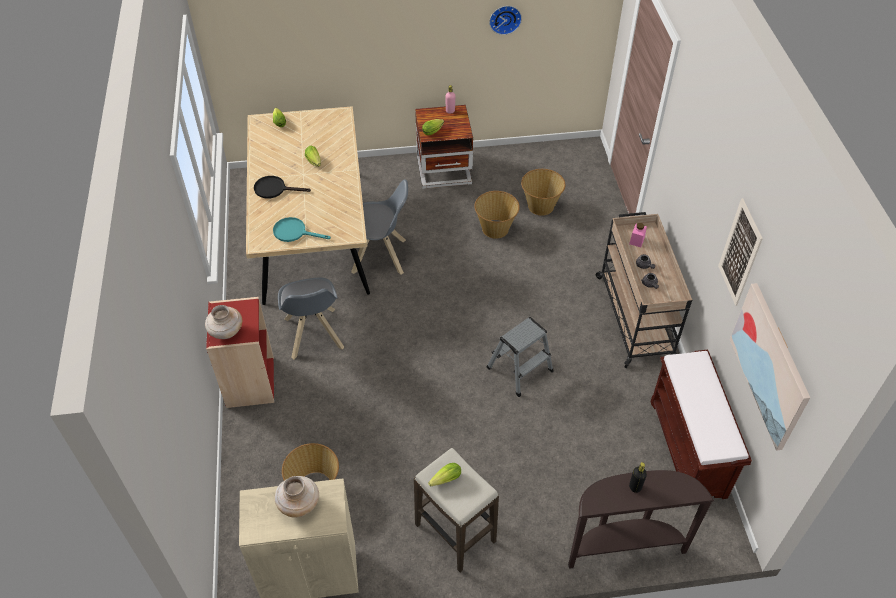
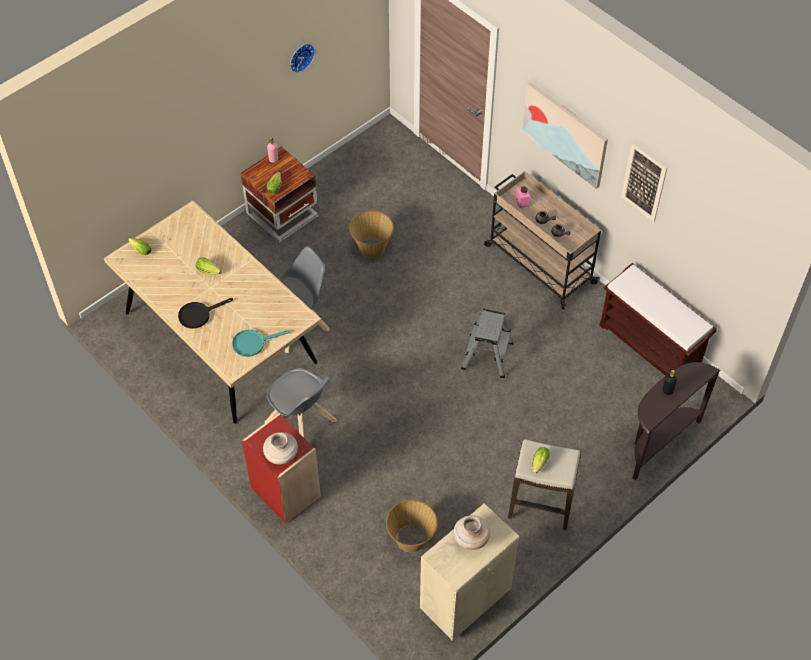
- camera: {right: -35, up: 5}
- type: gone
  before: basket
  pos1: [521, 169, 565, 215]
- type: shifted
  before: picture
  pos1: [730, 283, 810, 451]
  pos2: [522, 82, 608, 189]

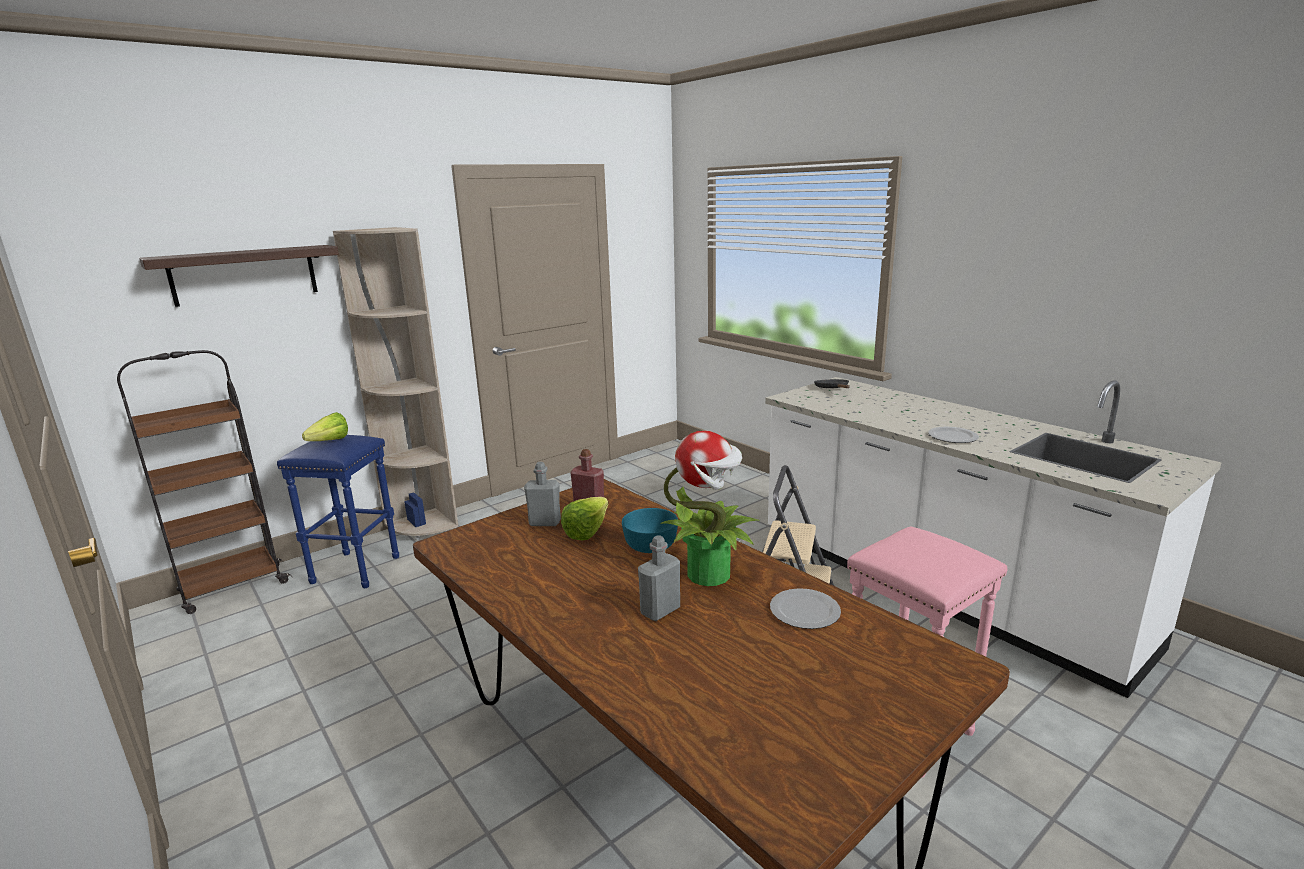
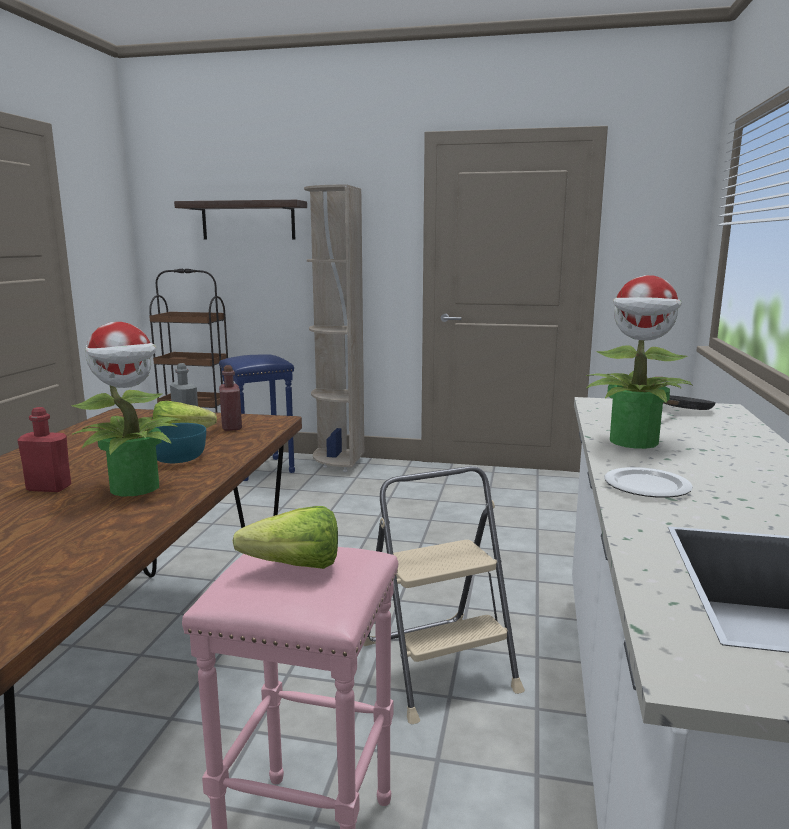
- camera: {right: 50, up: -5}
- type: shifted
  before: lettuce
  pos1: [302, 412, 348, 441]
  pos2: [233, 506, 338, 569]
- type: repainted
  before: bottle (grey)
  after: bottle (red)
  pos1: [638, 535, 680, 621]
  pos2: [17, 407, 71, 492]
- type: gone
  before: plate
  pos1: [770, 588, 841, 629]
- type: new
  after: potted plant
  pos2: [586, 275, 692, 449]

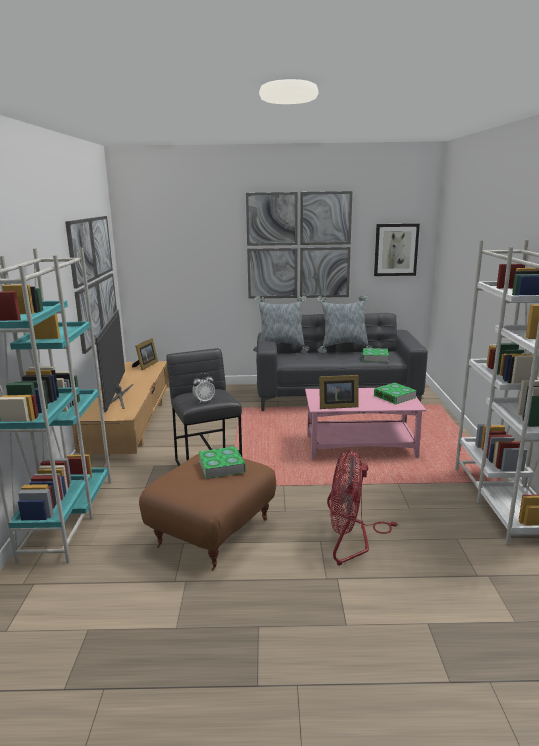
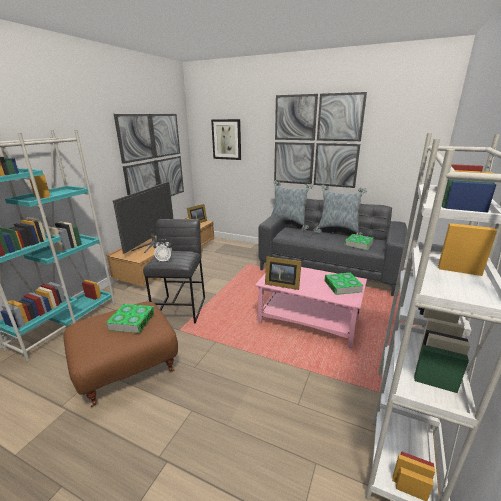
- camera: {right: 25, up: 5}
- type: gone
  before: fan (red)
  pos1: [327, 449, 397, 566]
- type: shifted
  before: picture
  pos1: [374, 223, 420, 276]
  pos2: [211, 119, 241, 160]

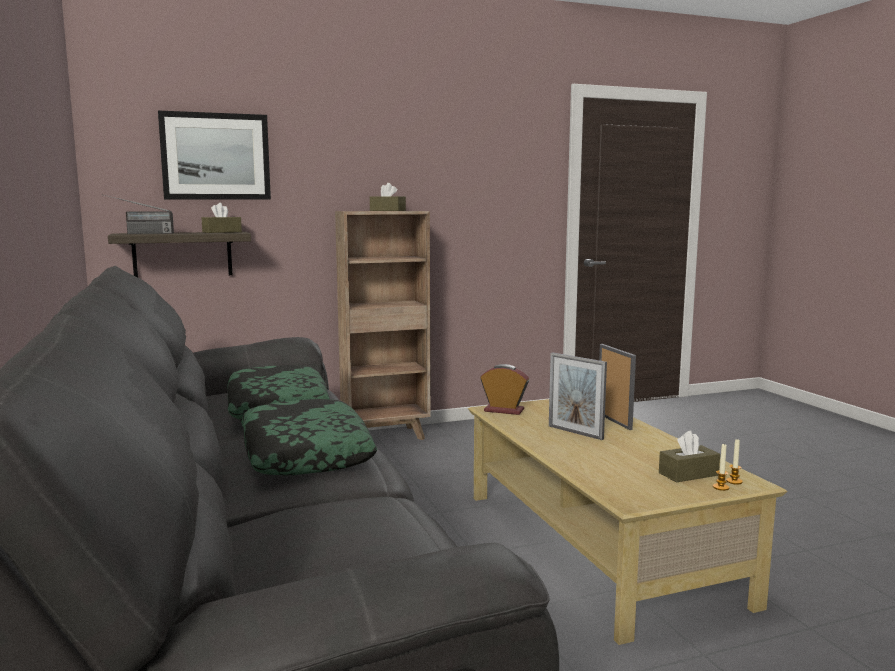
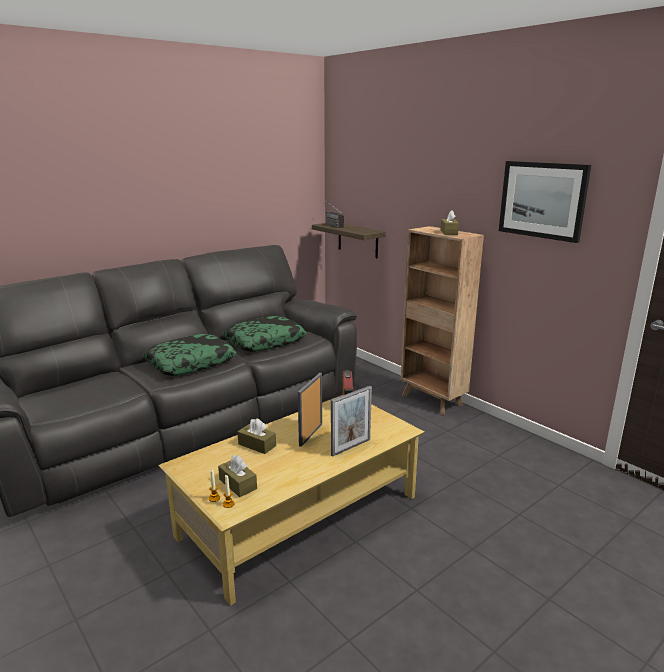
- camera: {right: 70, up: 10}
- type: shifted
  before: picture
  pos1: [158, 110, 271, 200]
  pos2: [499, 161, 591, 243]
- type: shifted
  before: tissue box (brown)
  pos1: [202, 203, 242, 233]
  pos2: [238, 418, 276, 454]

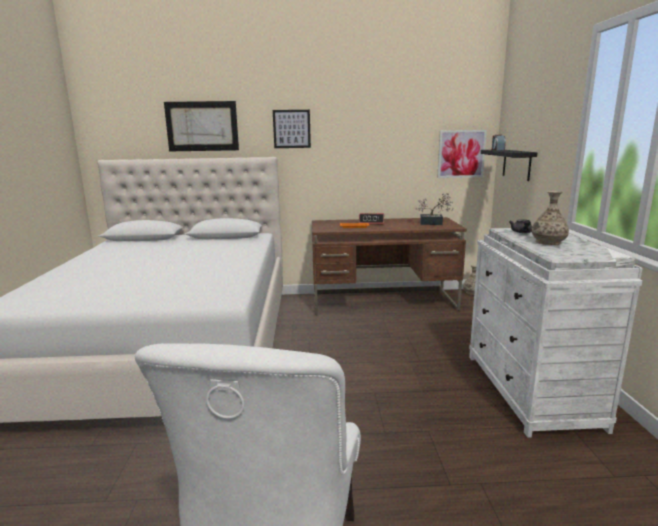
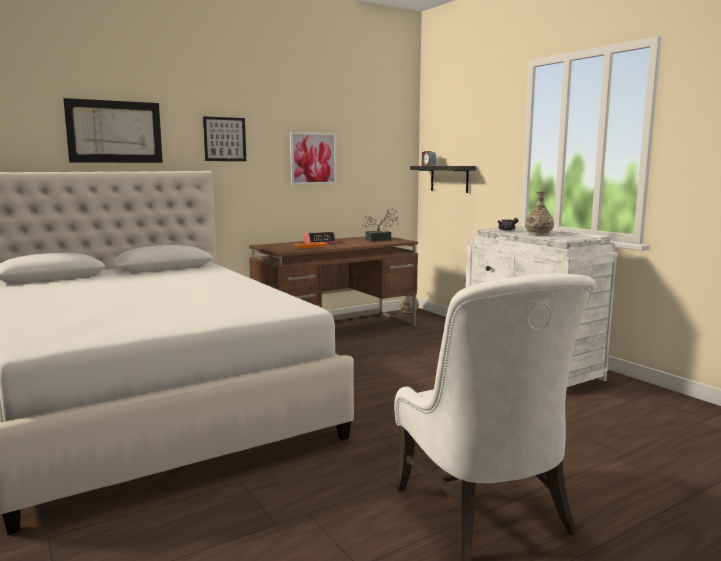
- camera: {right: -30, up: -5}
- type: shifted
  before: picture
  pos1: [437, 130, 487, 178]
  pos2: [290, 132, 337, 185]

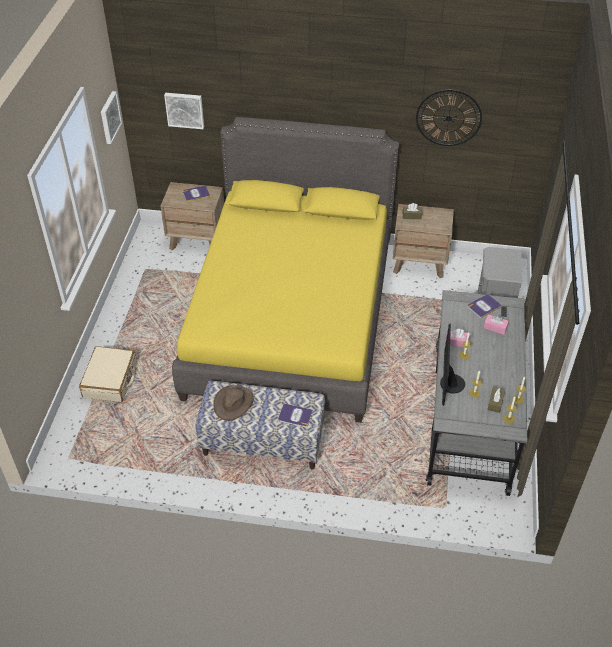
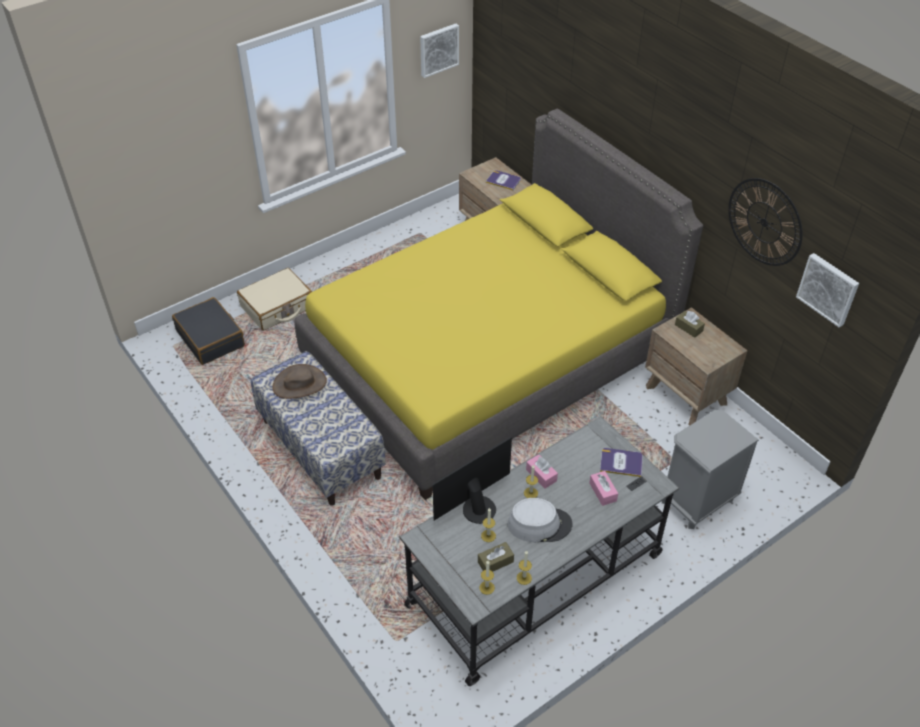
- camera: {right: 45, up: 0}
- type: shifted
  before: picture
  pos1: [164, 93, 204, 129]
  pos2: [796, 253, 859, 327]
- type: gone
  before: book
  pos1: [278, 403, 313, 427]
- type: new
  after: suitcase (black)
  pos2: [172, 297, 245, 365]
- type: new
  after: hat (grey)
  pos2: [507, 498, 573, 542]

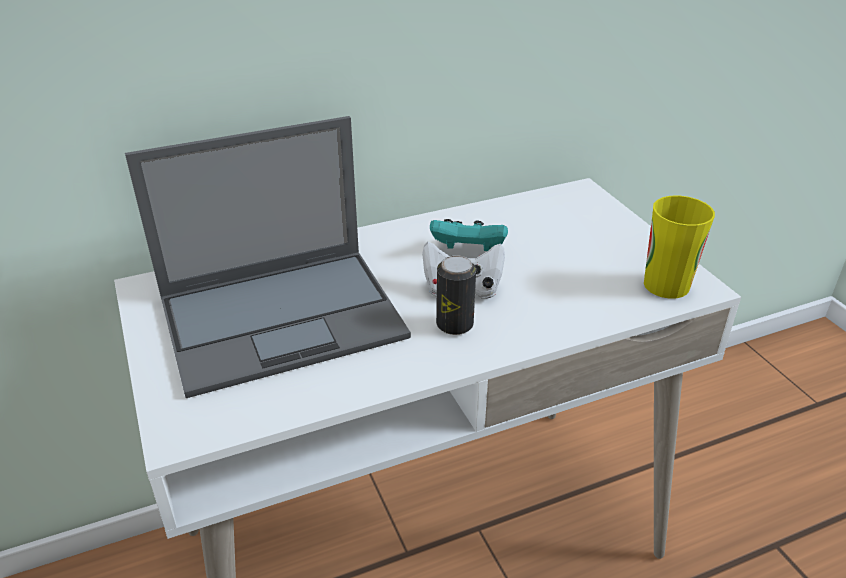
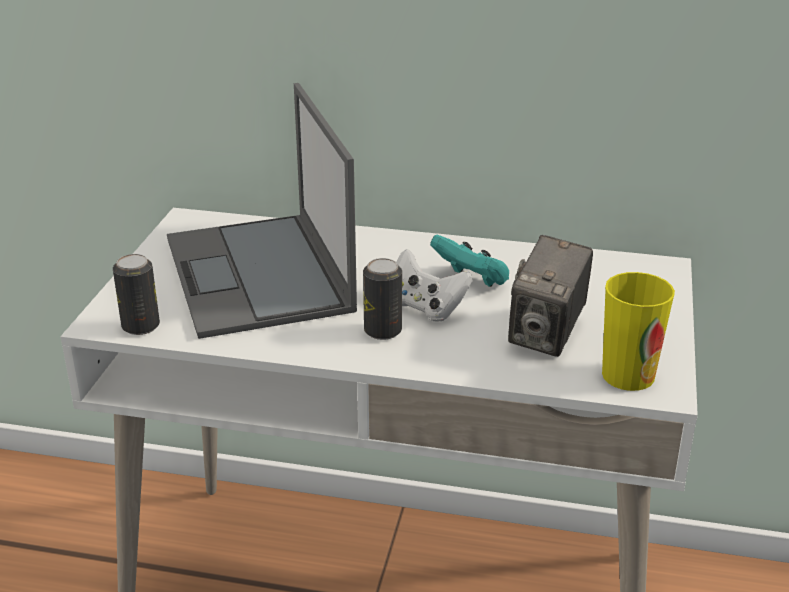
- camera: {right: 35, up: -5}
- type: rotated
  before: laptop
  pos1: [125, 116, 411, 398]
  pos2: [167, 83, 357, 339]
  turn: 60
- type: new
  after: can
  pos2: [113, 254, 160, 335]
- type: new
  after: photo camera
  pos2: [508, 235, 593, 357]

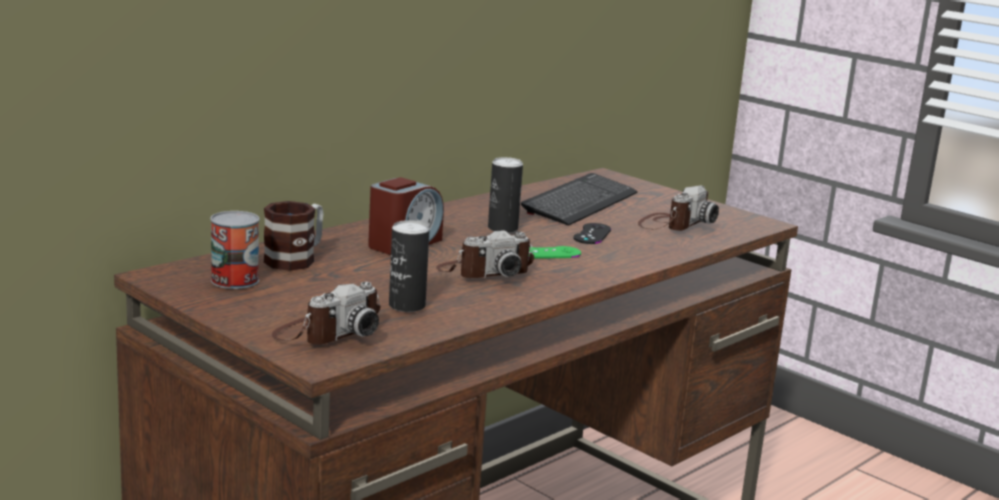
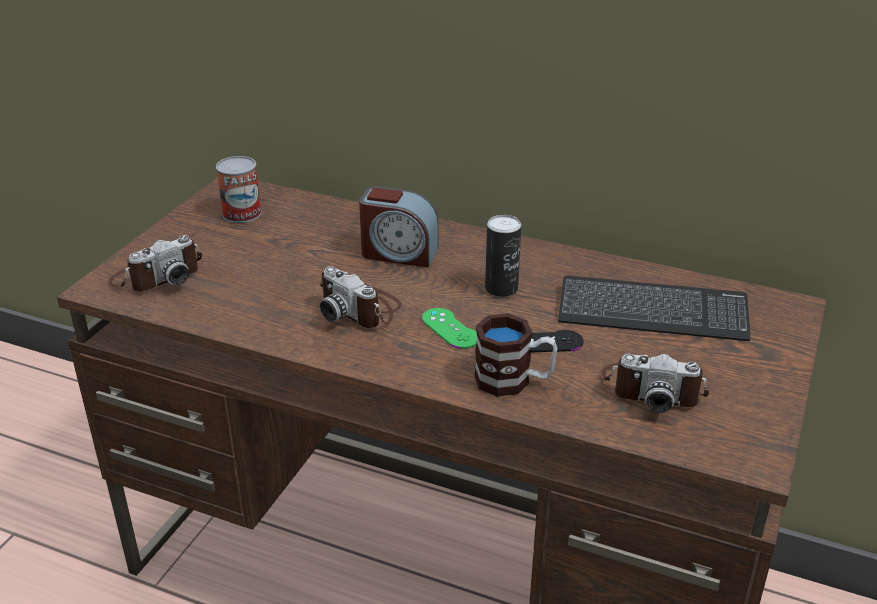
- camera: {right: 70, up: 15}
- type: shifted
  before: mug
  pos1: [263, 201, 323, 271]
  pos2: [474, 313, 557, 397]
- type: rotated
  before: photo camera
  pos1: [272, 282, 381, 345]
  pos2: [108, 235, 202, 292]
  turn: -60
- type: gone
  before: can
  pos1: [389, 220, 430, 312]

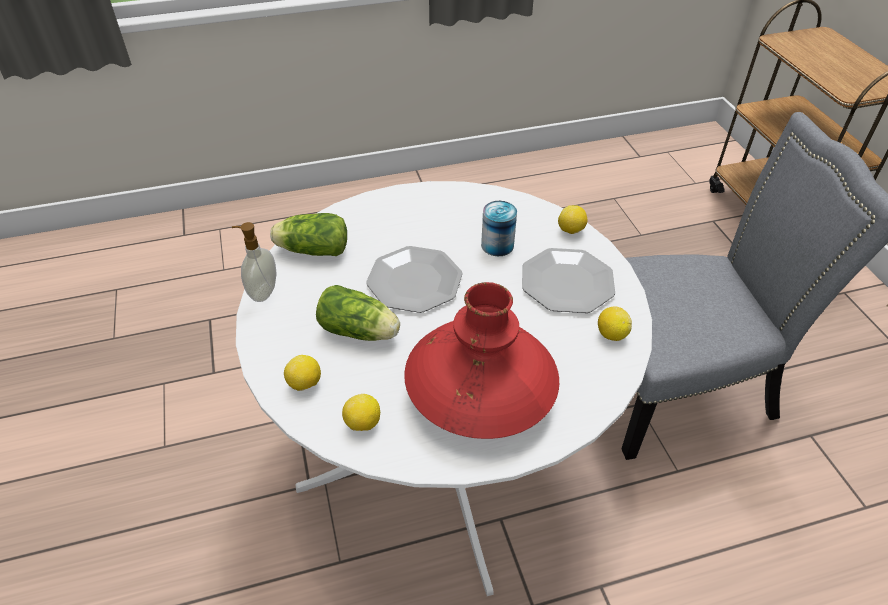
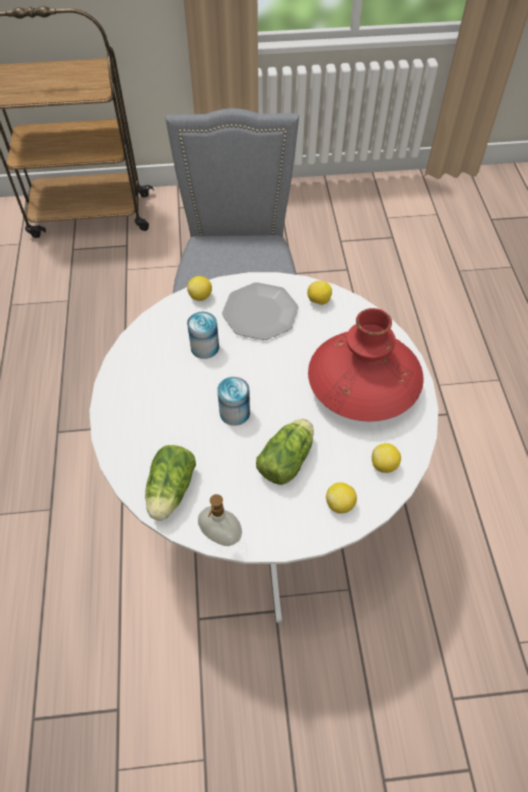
- camera: {right: -80, up: 10}
- type: swapped
  before: plate
  after: can
  pos1: [366, 246, 463, 313]
  pos2: [217, 377, 250, 426]

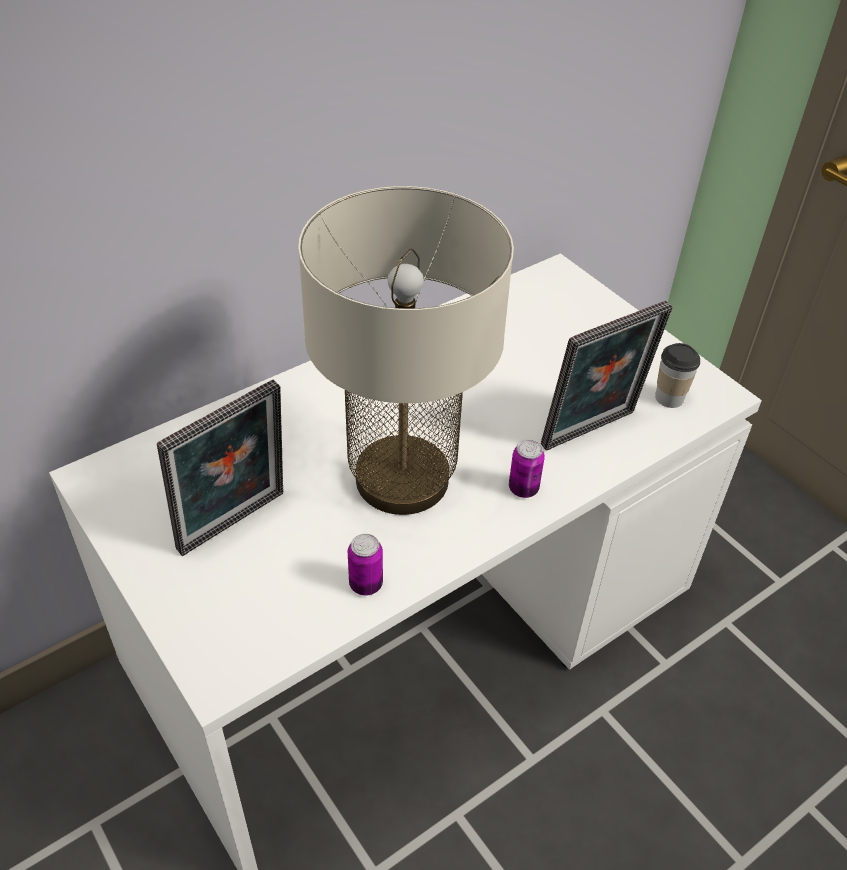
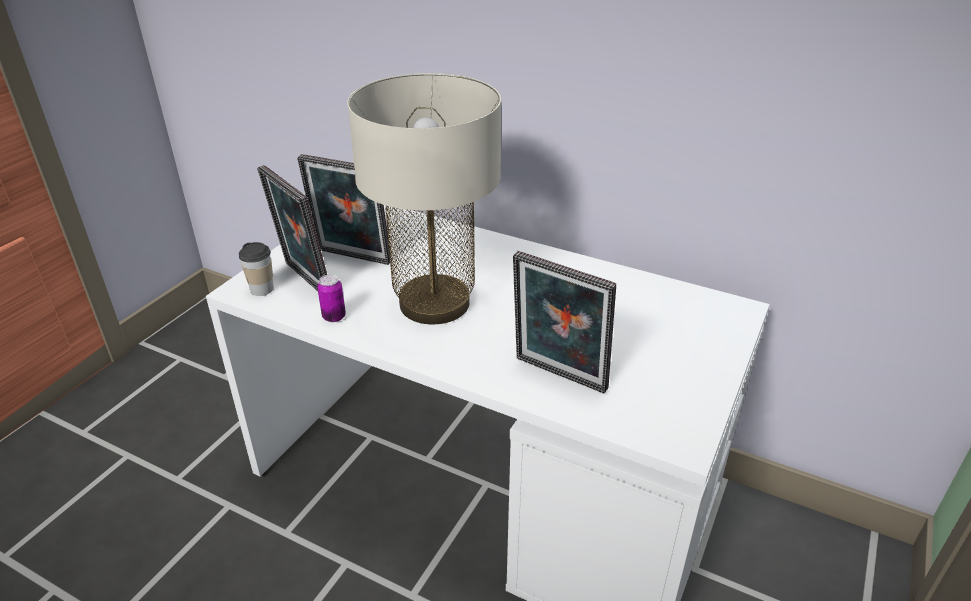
- camera: {right: 65, up: -10}
- type: gone
  before: can
  pos1: [509, 440, 545, 498]
- type: shifted
  before: cup
  pos1: [655, 343, 700, 408]
  pos2: [239, 242, 274, 296]
- type: new
  after: picture frame
  pos2: [257, 165, 327, 291]

